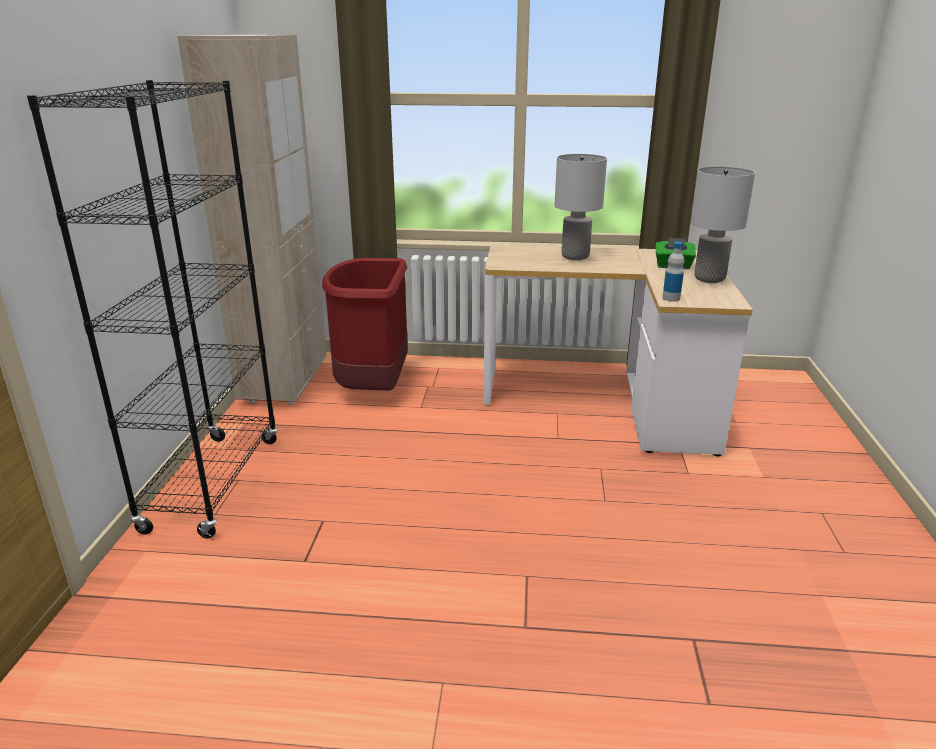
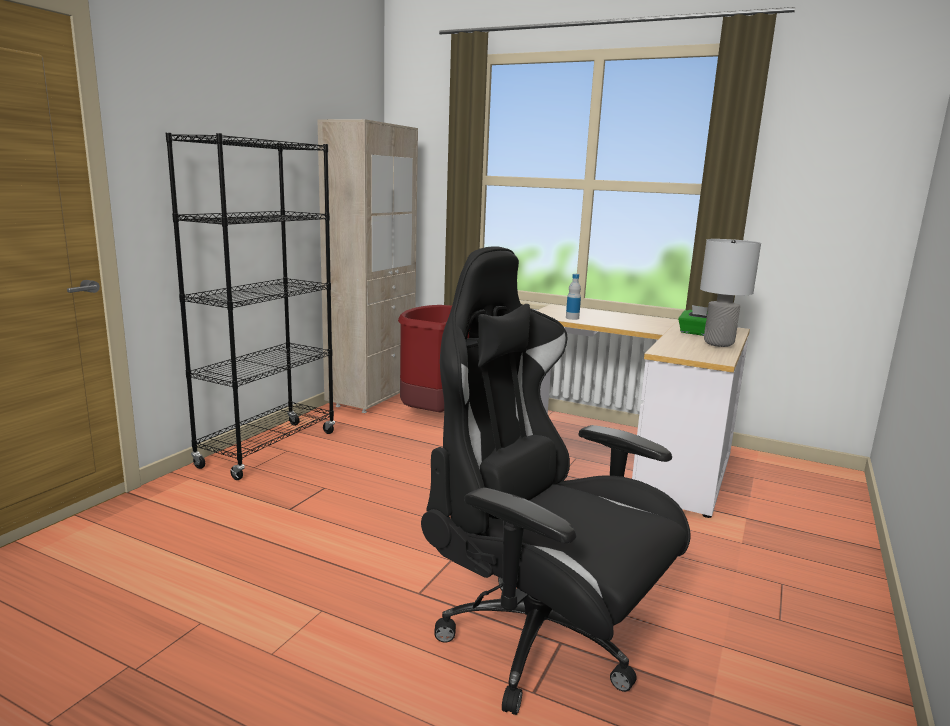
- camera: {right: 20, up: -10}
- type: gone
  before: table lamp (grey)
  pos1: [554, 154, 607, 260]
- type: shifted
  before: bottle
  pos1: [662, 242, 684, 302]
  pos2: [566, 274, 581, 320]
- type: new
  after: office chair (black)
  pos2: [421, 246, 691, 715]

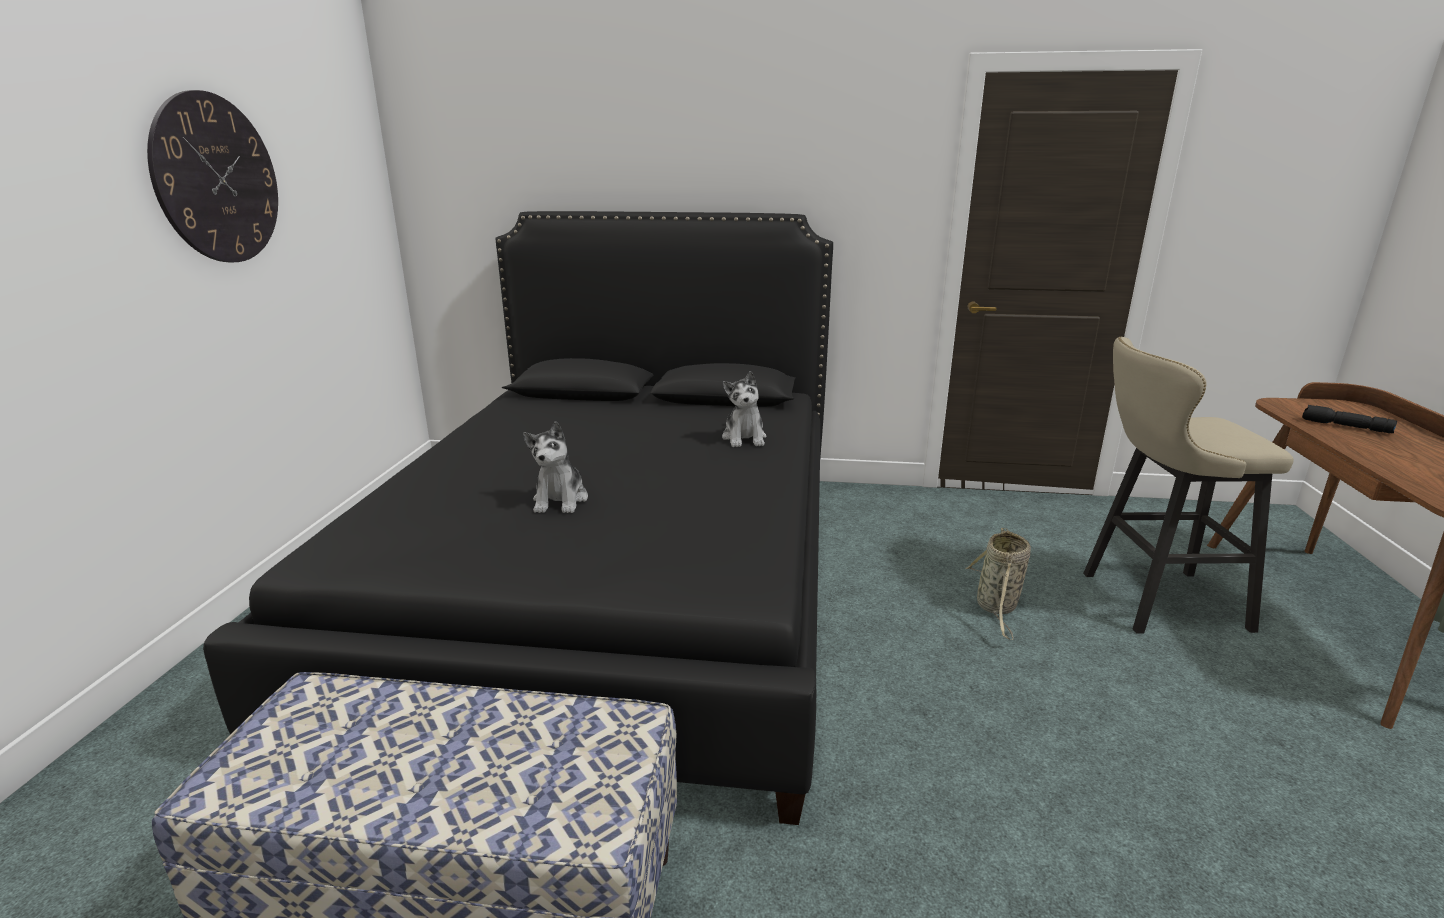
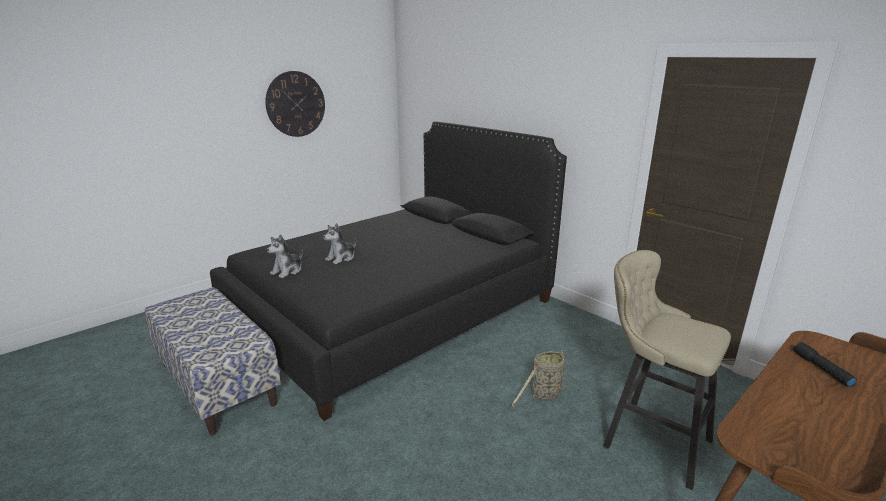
- camera: {right: 40, up: 0}
- type: shifted
  before: plush toy
  pos1: [722, 371, 767, 447]
  pos2: [267, 234, 303, 278]

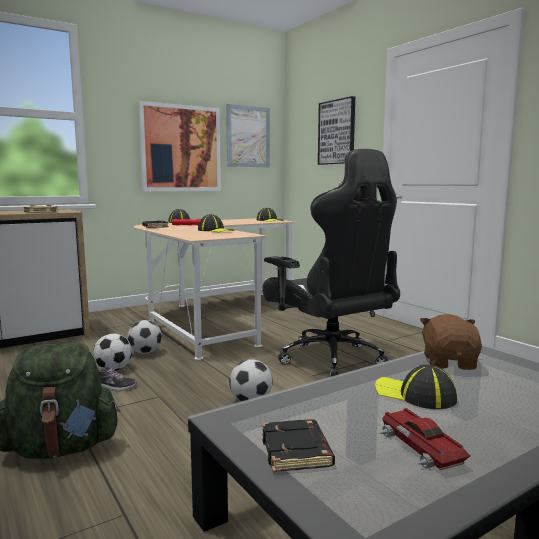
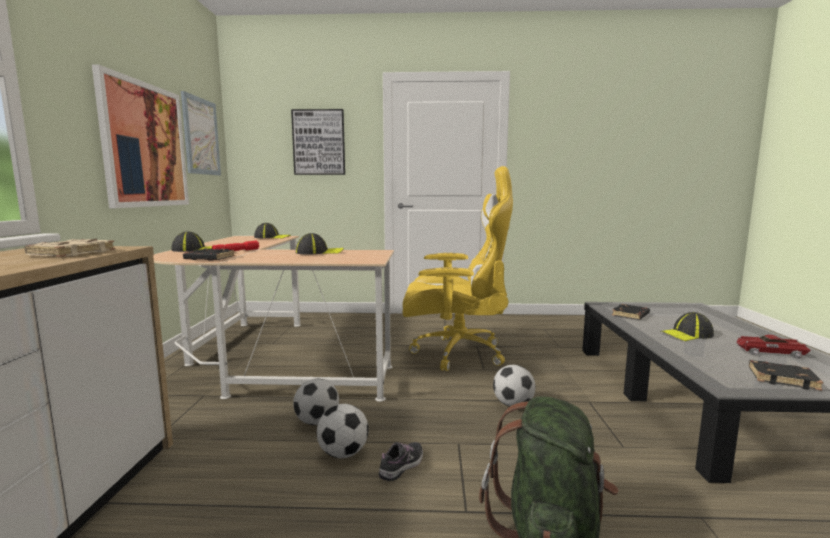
- camera: {right: -55, up: 0}
- type: repainted
  before: office chair (black)
  after: office chair (yellow)
  pos1: [262, 149, 400, 377]
  pos2: [403, 166, 513, 371]
- type: swapped
  before: plush toy (brown)
  after: book (black)
  pos1: [420, 314, 482, 370]
  pos2: [612, 304, 650, 320]

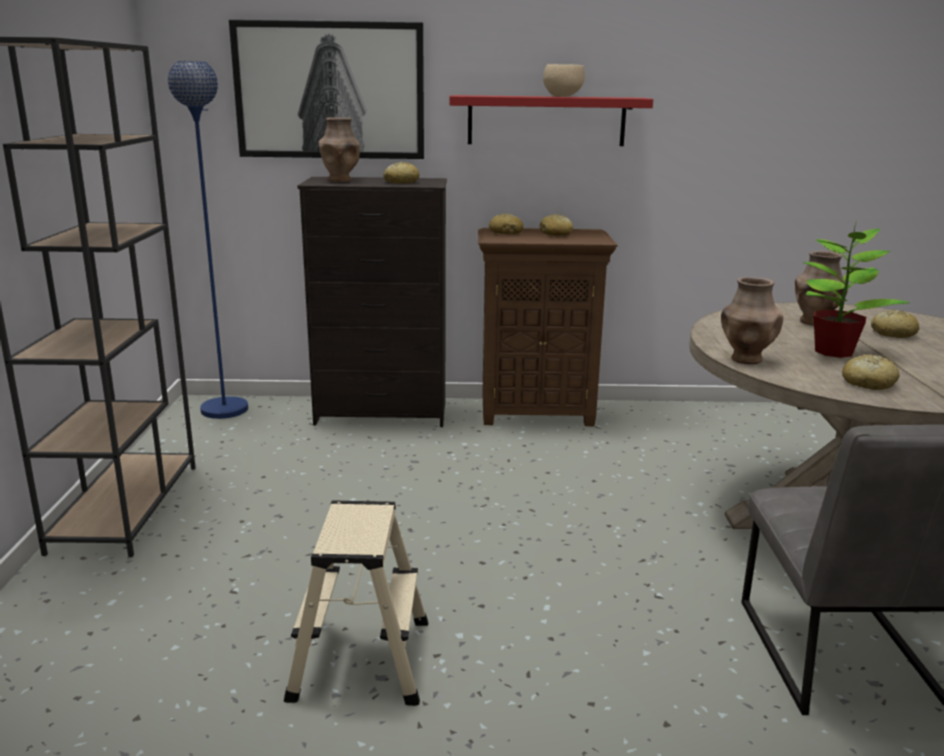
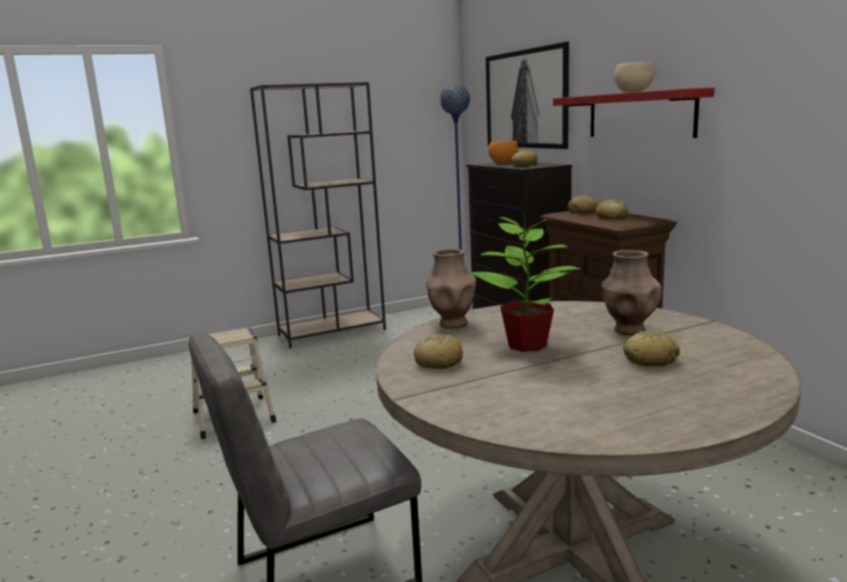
- camera: {right: 65, up: -5}
- type: swapped
  before: vase (brown)
  after: bowl (orange)
  pos1: [318, 117, 360, 182]
  pos2: [488, 141, 518, 163]

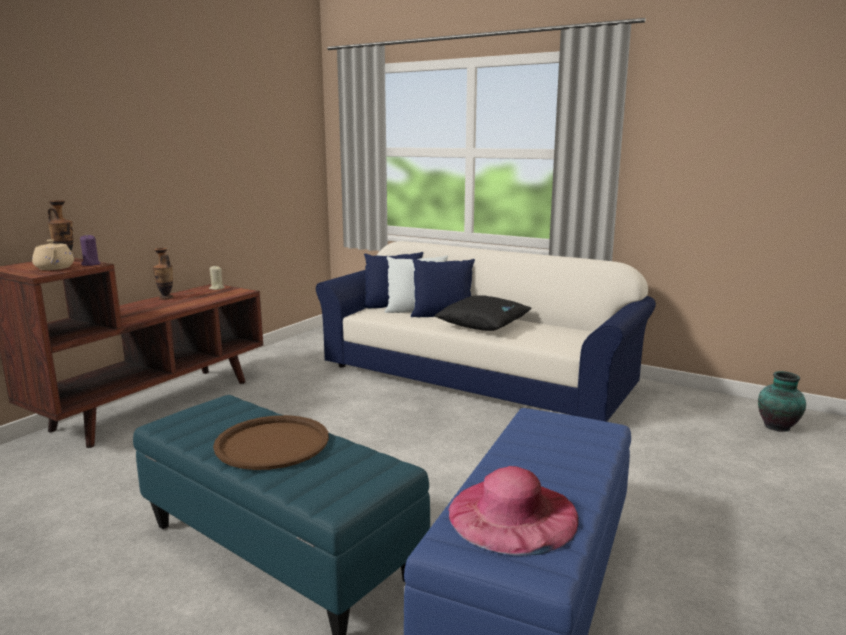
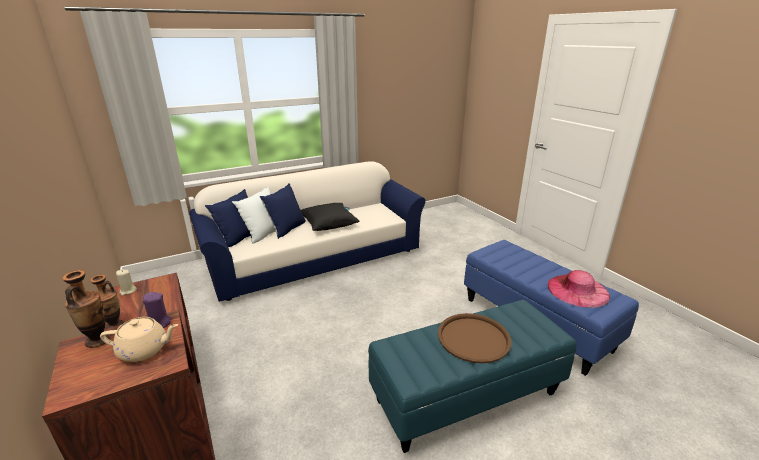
- camera: {right: -60, up: 10}
- type: gone
  before: vase
  pos1: [758, 371, 806, 432]

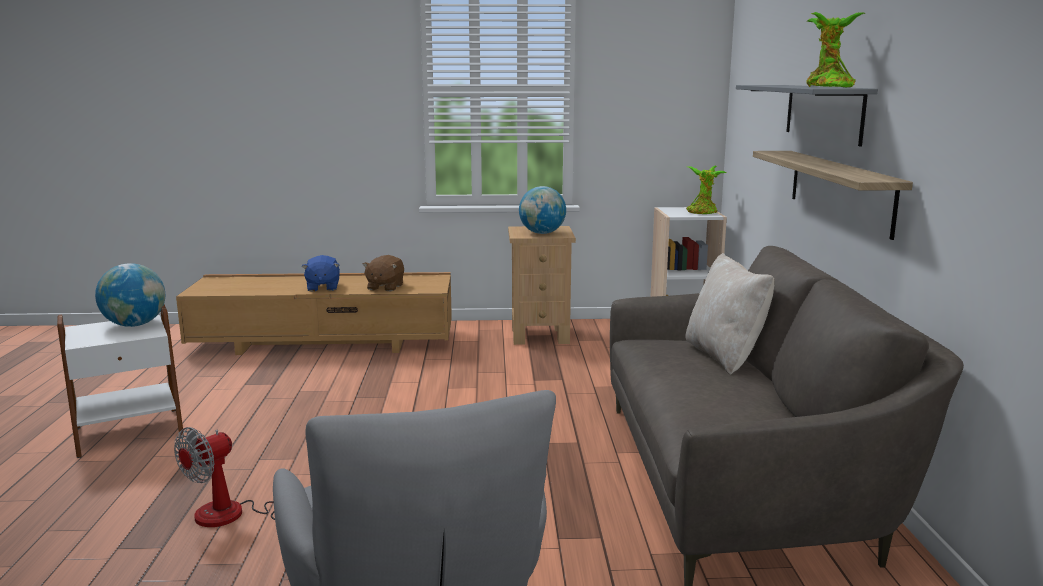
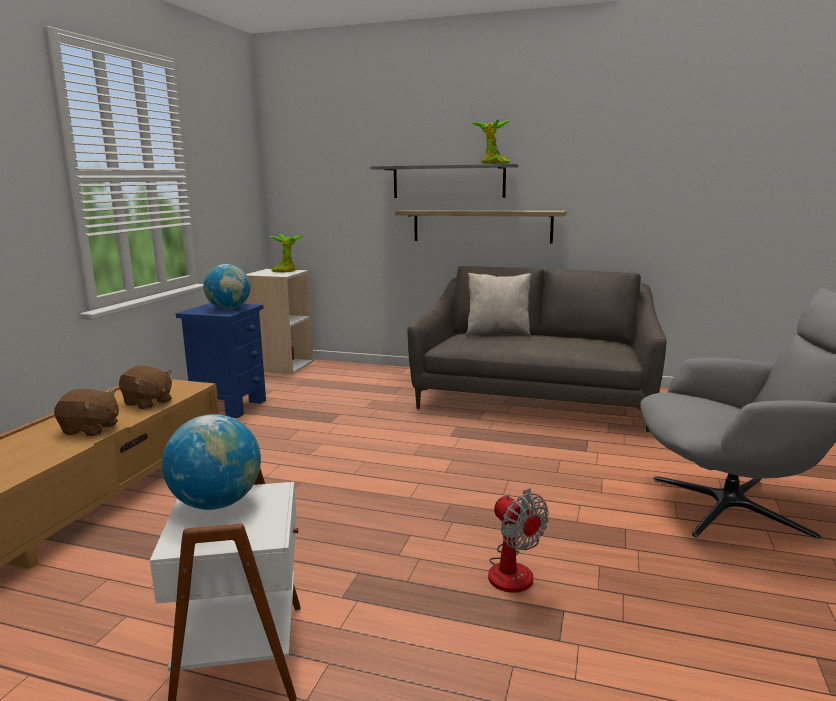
- camera: {right: -70, up: 0}
- type: repainted
  before: plush toy (blue)
  after: plush toy (brown)
  pos1: [301, 255, 340, 292]
  pos2: [54, 389, 119, 436]
- type: repainted
  before: nightstand (beige)
  after: nightstand (blue)
  pos1: [508, 226, 576, 345]
  pos2: [176, 303, 266, 418]

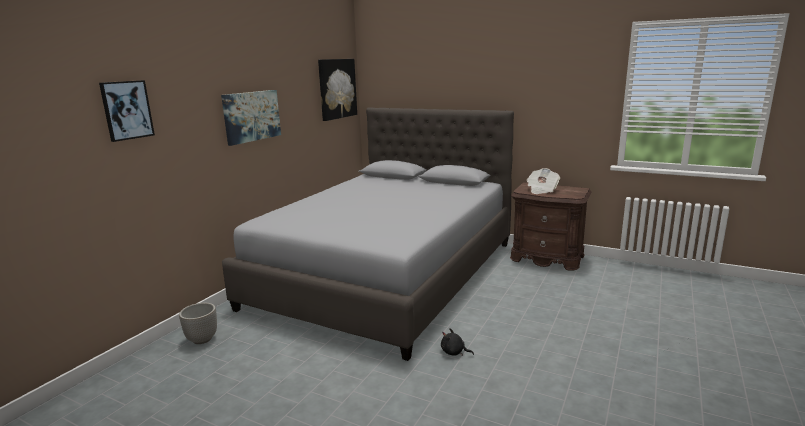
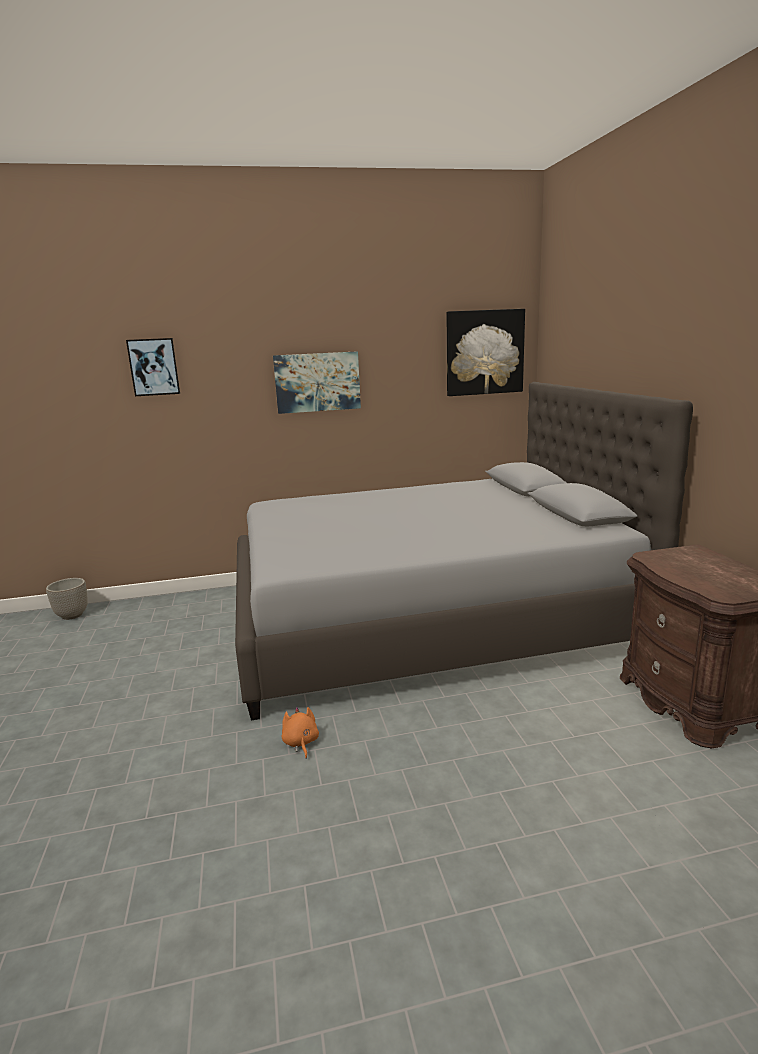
- camera: {right: 50, up: 0}
- type: shifted
  before: planter
  pos1: [179, 303, 217, 344]
  pos2: [46, 578, 88, 620]
- type: repainted
  before: plush toy (black)
  after: plush toy (orange)
  pos1: [441, 328, 474, 356]
  pos2: [282, 707, 319, 759]
- type: gone
  before: newspaper
  pos1: [527, 168, 560, 194]

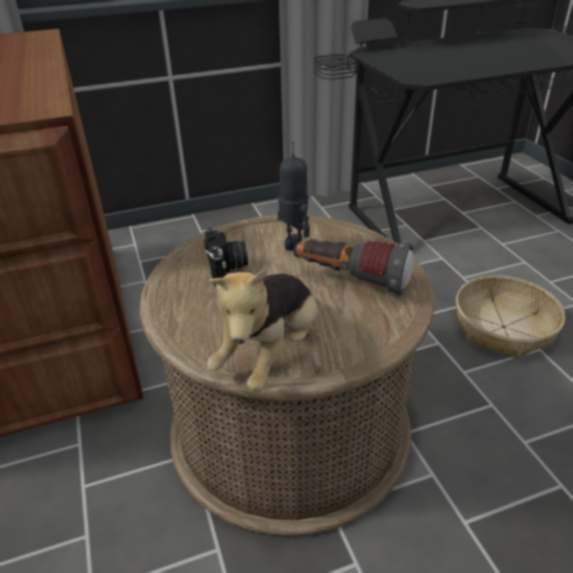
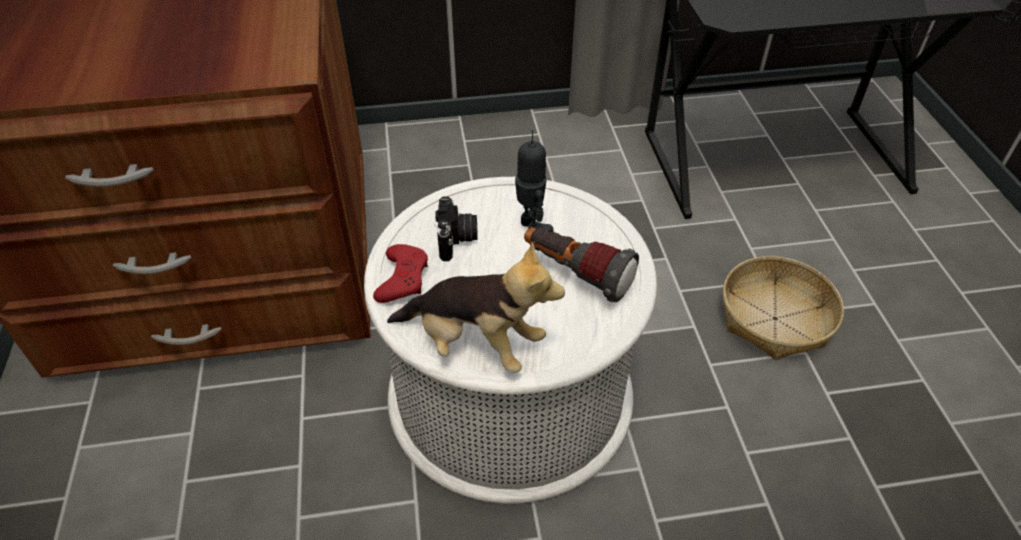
- camera: {right: 10, up: 10}
- type: repainted
  before: coffee table (brown)
  after: coffee table (white)
  pos1: [140, 215, 434, 536]
  pos2: [364, 177, 657, 504]
- type: rotated
  before: plush toy
  pos1: [207, 267, 318, 392]
  pos2: [387, 242, 565, 373]
  turn: -105
- type: new
  after: game controller (red)
  pos2: [373, 244, 428, 303]

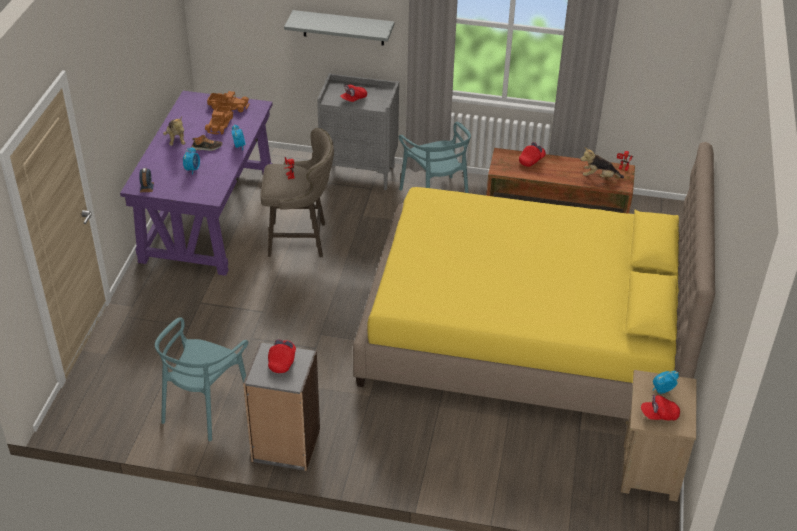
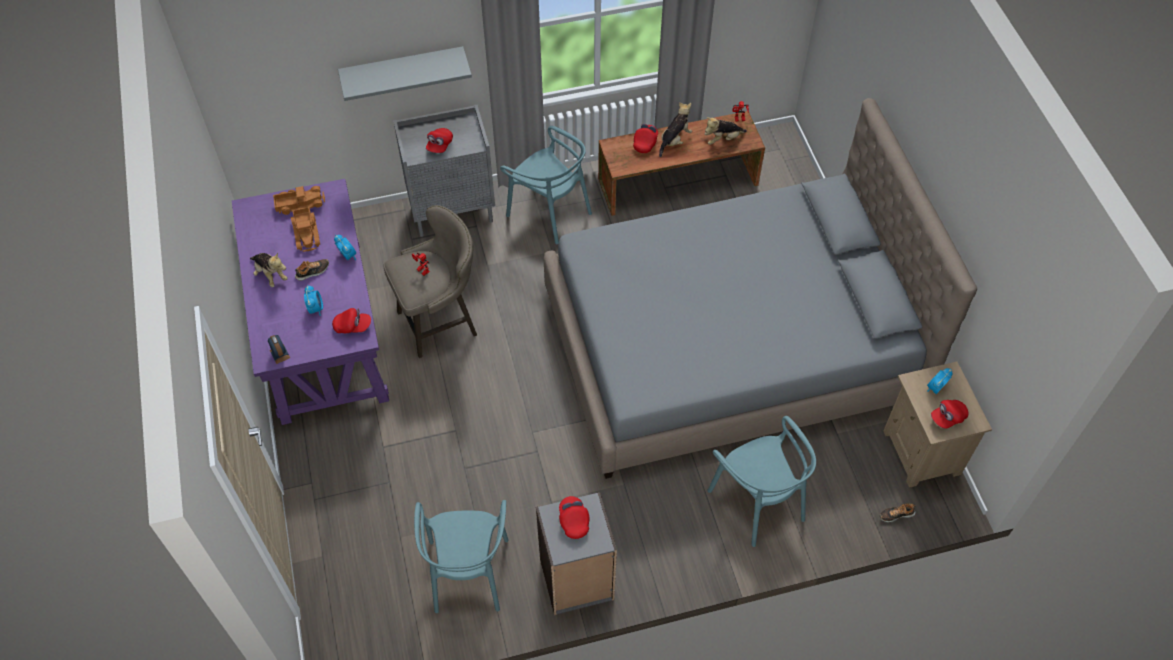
- camera: {right: -25, up: 15}
- type: repainted
  before: bed (yellow)
  after: bed (grey)
  pos1: [353, 142, 715, 419]
  pos2: [544, 98, 977, 479]
- type: new
  after: cap (red)
  pos2: [332, 308, 371, 333]
- type: new
  after: plush toy
  pos2: [659, 102, 692, 157]
- type: new
  after: chair (turquoise)
  pos2: [708, 416, 816, 547]
- type: new
  after: shoe
  pos2: [880, 503, 916, 522]

